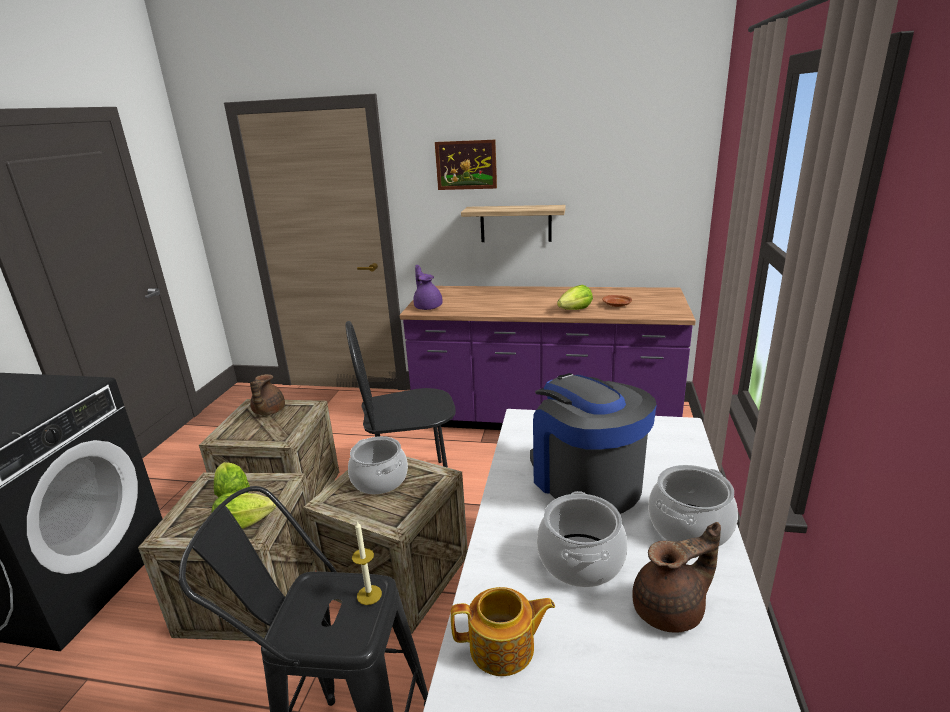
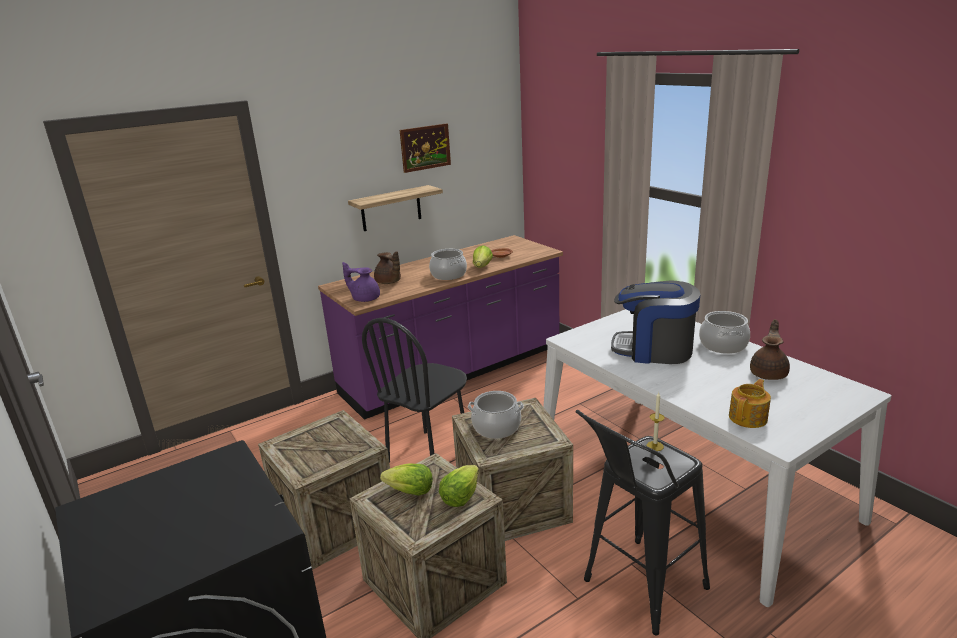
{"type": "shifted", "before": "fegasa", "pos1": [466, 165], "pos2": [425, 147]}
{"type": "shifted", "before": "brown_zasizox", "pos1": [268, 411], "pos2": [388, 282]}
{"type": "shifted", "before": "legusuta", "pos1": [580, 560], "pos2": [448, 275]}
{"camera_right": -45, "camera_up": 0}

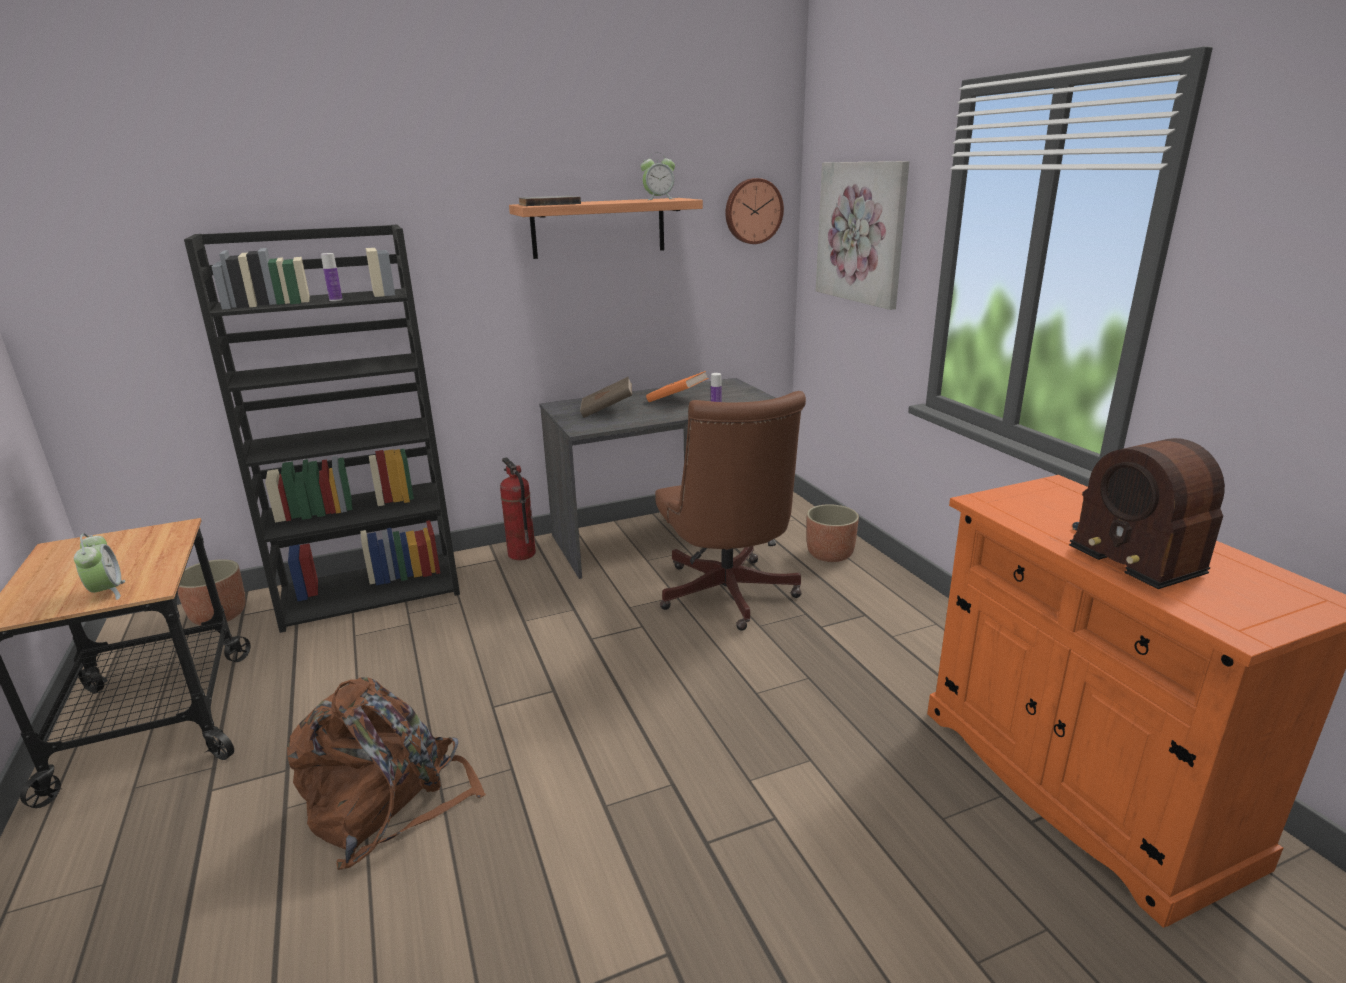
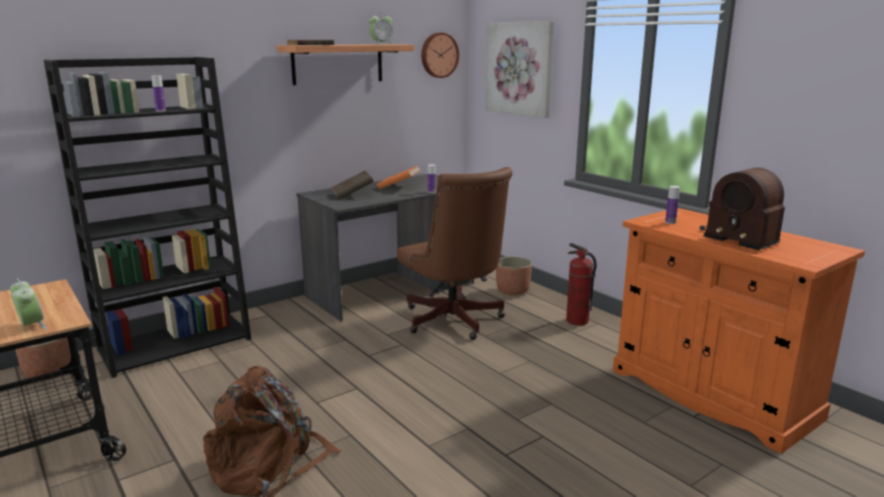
{"type": "shifted", "before": "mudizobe", "pos1": [521, 554], "pos2": [576, 321]}
{"type": "new", "after": "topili", "pos2": [670, 222]}
{"camera_right": -15, "camera_up": -5}

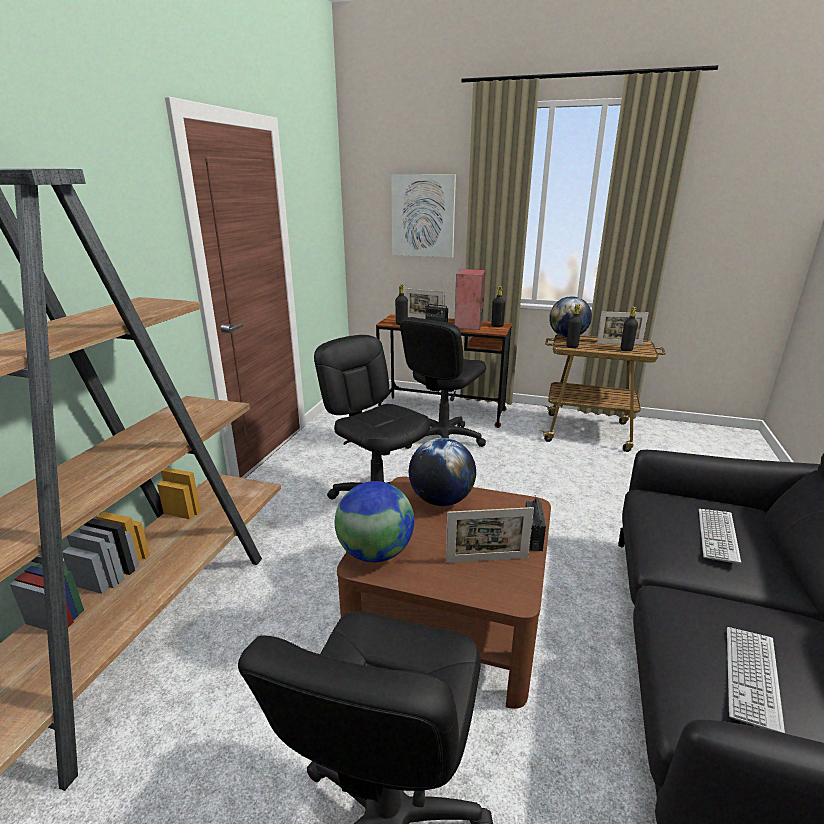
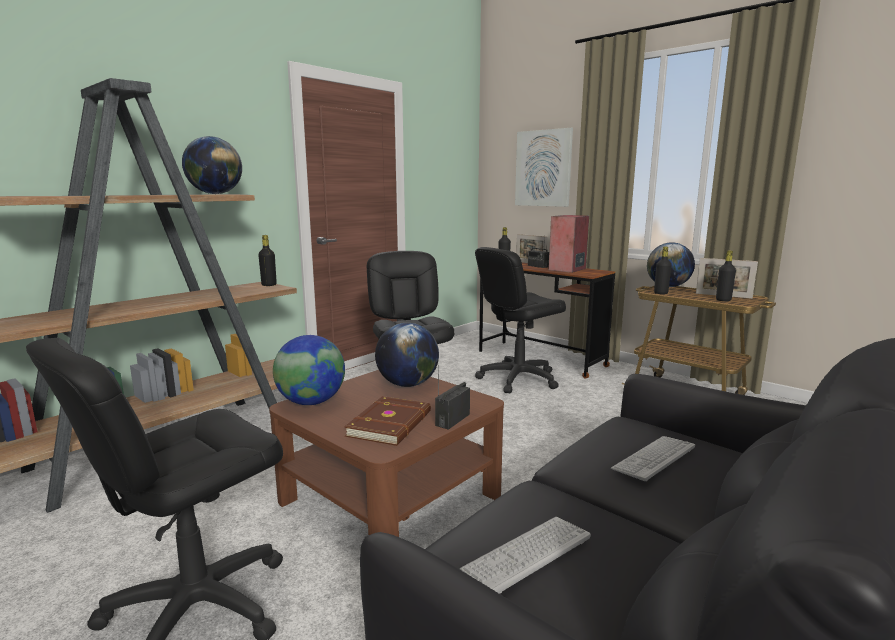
{"type": "shifted", "before": "black_topili", "pos1": [497, 326], "pos2": [269, 285]}
{"type": "swapped", "before": "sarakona", "after": "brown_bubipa", "pos1": [487, 560], "pos2": [391, 424]}
{"type": "new", "after": "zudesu", "pos2": [215, 194]}
{"camera_right": 25, "camera_up": -10}

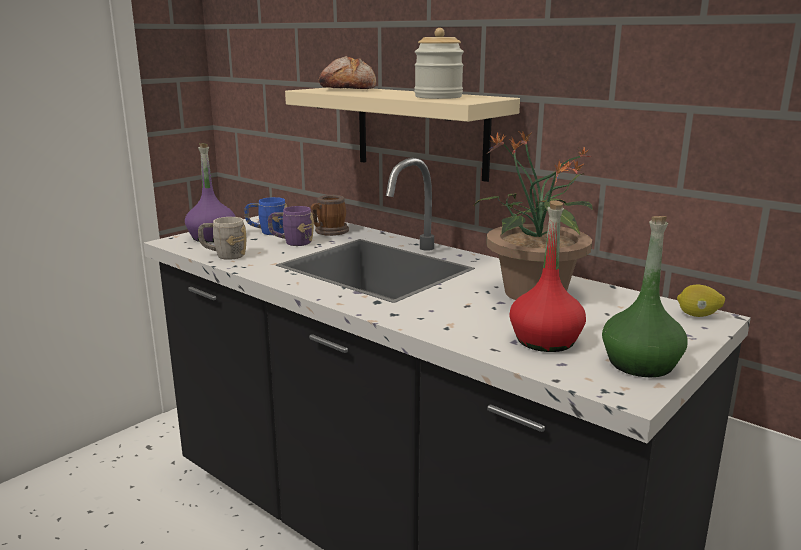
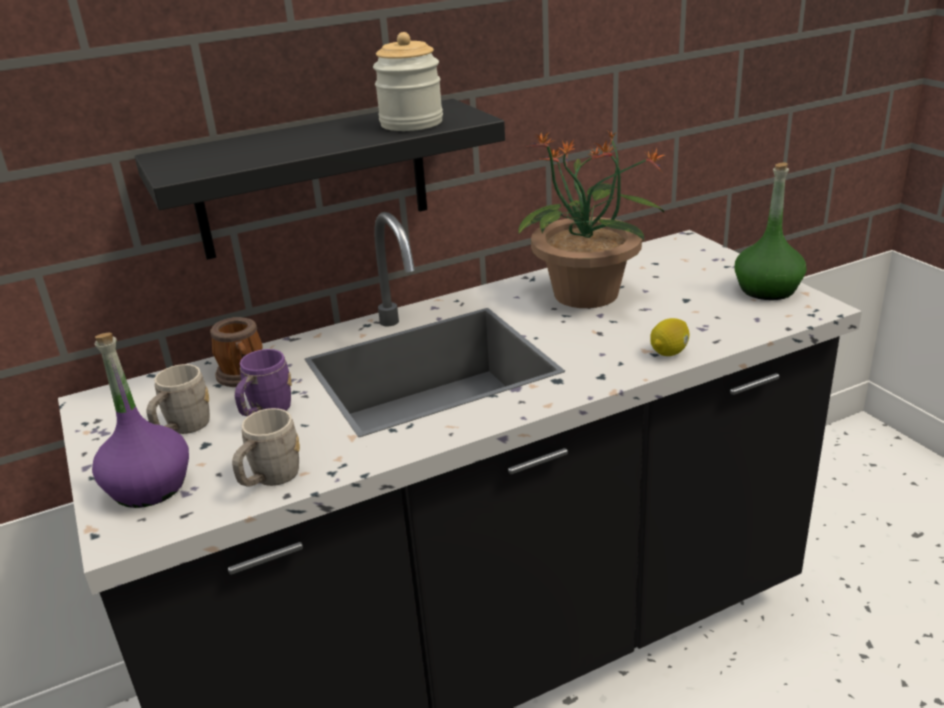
{"type": "gone", "before": "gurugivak", "pos1": [348, 89]}
{"type": "repainted", "before": "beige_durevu", "after": "black_durevu", "pos1": [421, 131], "pos2": [313, 180]}
{"type": "repainted", "before": "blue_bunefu", "after": "grey_bunefu", "pos1": [267, 232], "pos2": [183, 429]}
{"type": "gone", "before": "red_topili", "pos1": [545, 341]}
{"type": "shifted", "before": "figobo", "pos1": [698, 315], "pos2": [670, 352]}
{"camera_right": -65, "camera_up": 10}

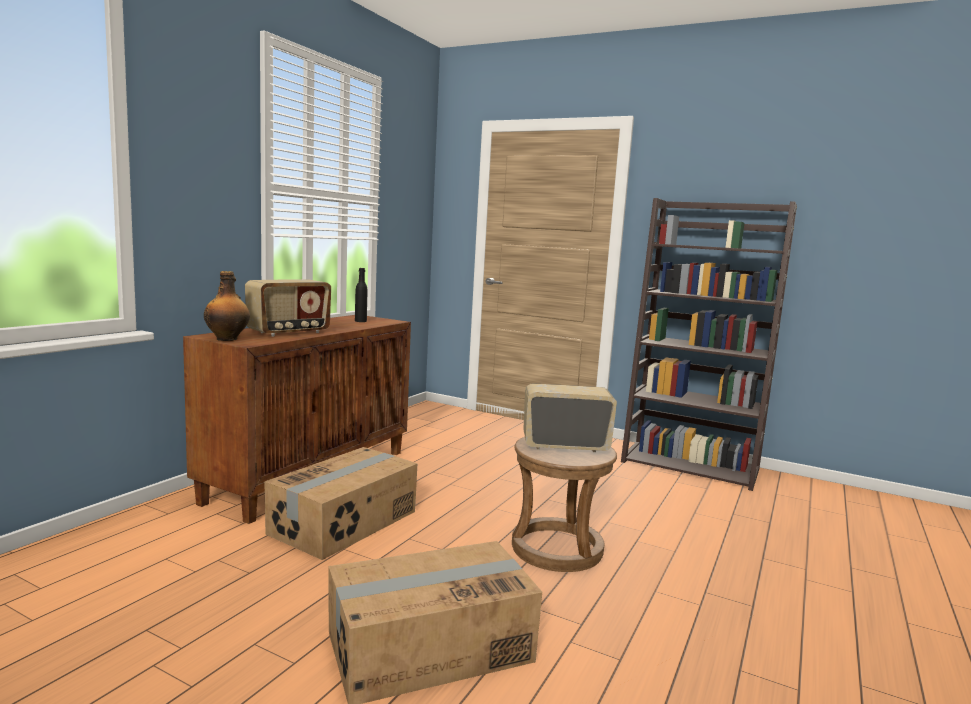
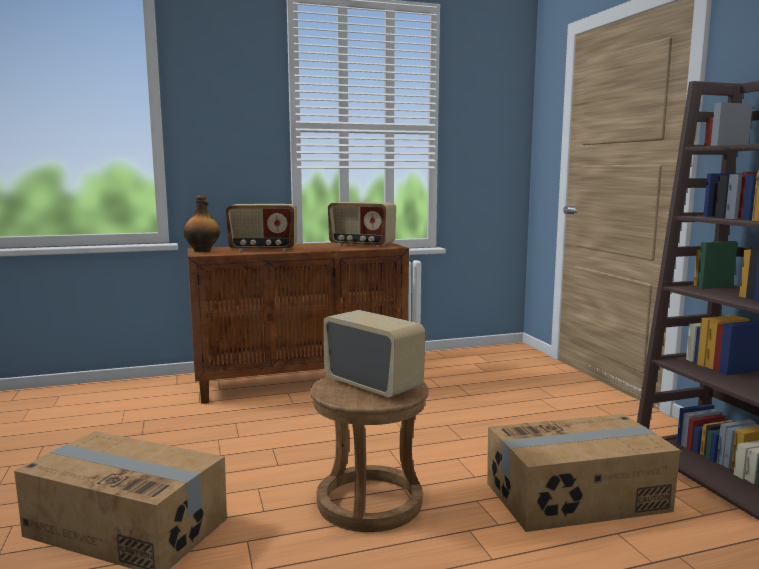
{"type": "swapped", "before": "black_topili", "after": "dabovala", "pos1": [360, 321], "pos2": [361, 245]}
{"type": "shifted", "before": "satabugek", "pos1": [345, 522], "pos2": [577, 497]}
{"camera_right": 45, "camera_up": 0}

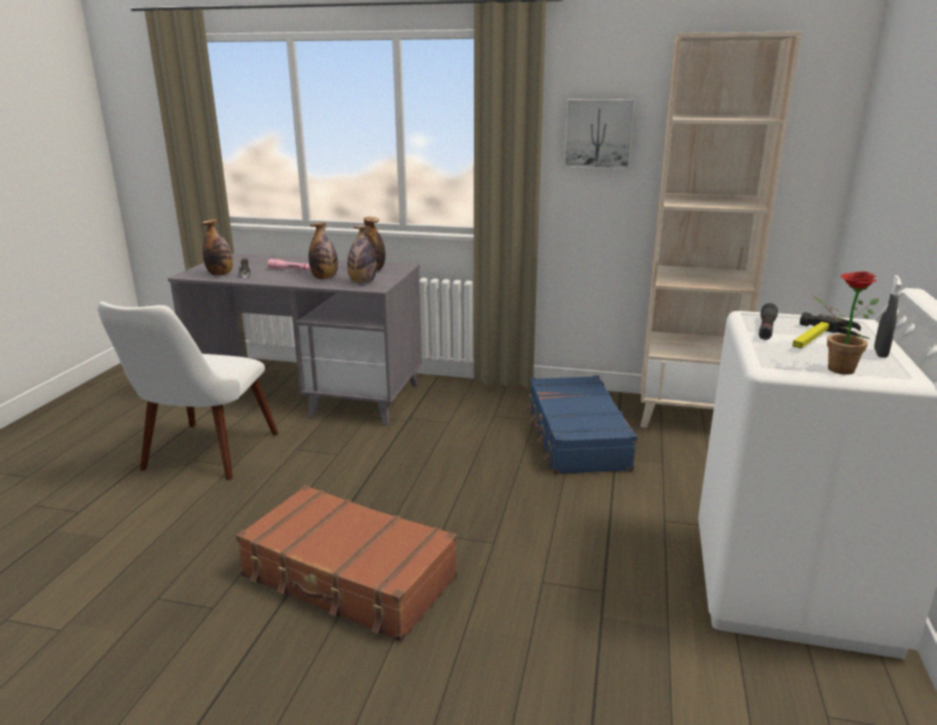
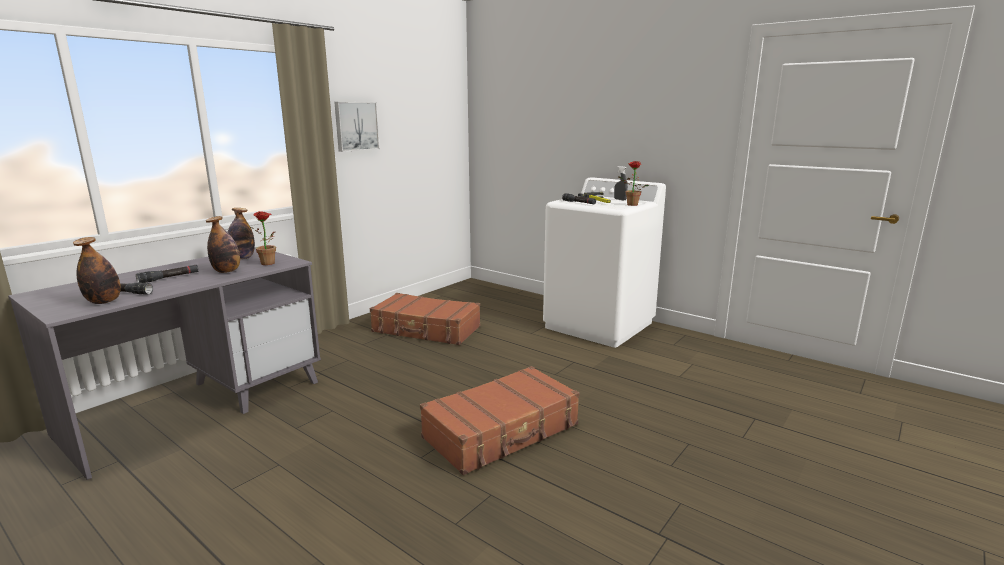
{"type": "gone", "before": "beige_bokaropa", "pos1": [685, 415]}
{"type": "swapped", "before": "topili", "after": "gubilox", "pos1": [363, 282], "pos2": [270, 263]}
{"type": "repainted", "before": "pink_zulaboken", "after": "black_zulaboken", "pos1": [291, 270], "pos2": [169, 278]}
{"type": "gone", "before": "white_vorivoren", "pos1": [202, 459]}
{"type": "repainted", "before": "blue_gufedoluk", "after": "brown_gufedoluk", "pos1": [575, 438], "pos2": [426, 330]}
{"camera_right": -65, "camera_up": -5}

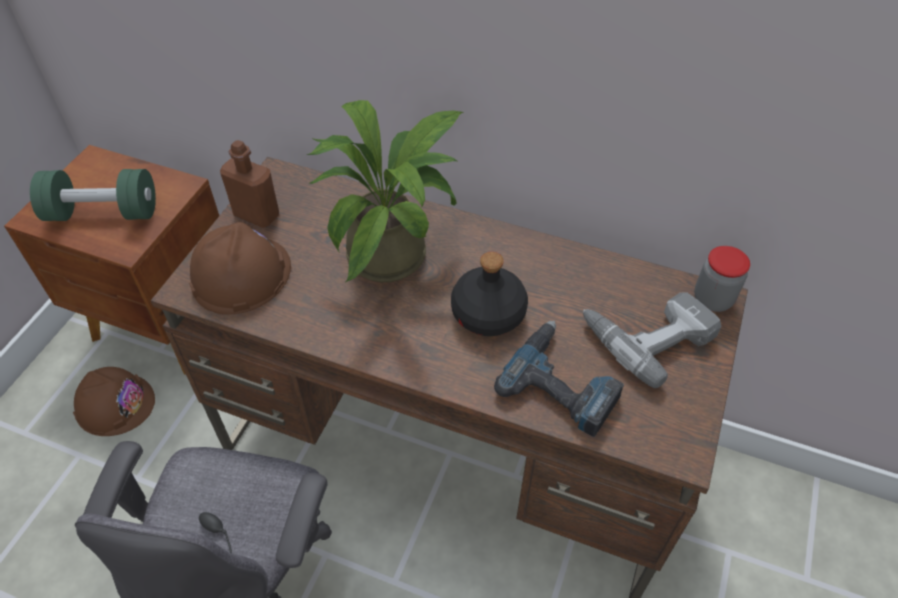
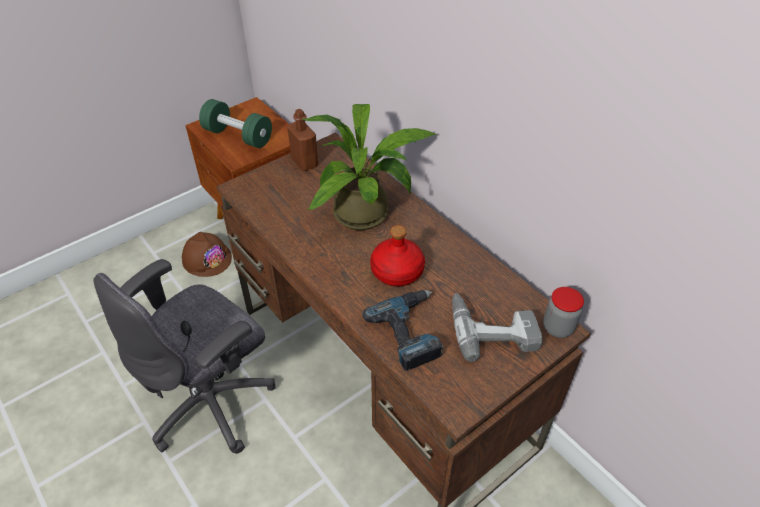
{"type": "gone", "before": "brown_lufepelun", "pos1": [240, 274]}
{"type": "repainted", "before": "black_topili", "after": "red_topili", "pos1": [487, 314], "pos2": [396, 271]}
{"camera_right": 30, "camera_up": -5}

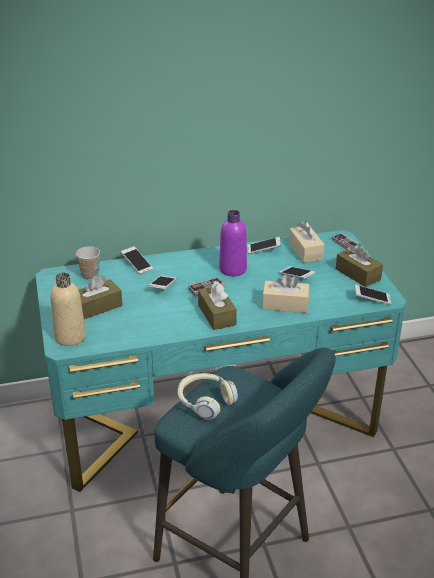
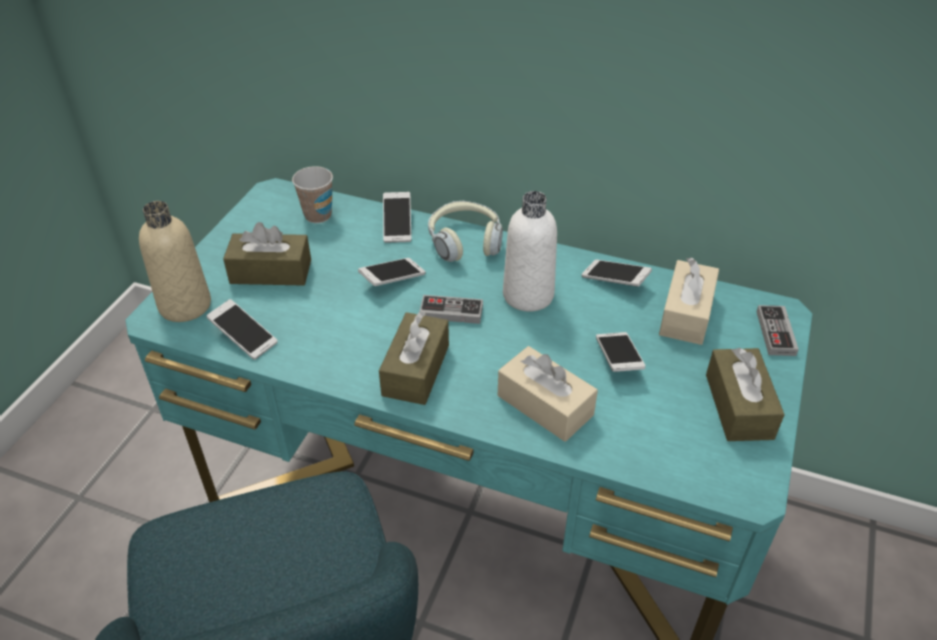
{"type": "repainted", "before": "purple_topili", "after": "white_topili", "pos1": [233, 269], "pos2": [528, 295]}
{"type": "shifted", "before": "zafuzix", "pos1": [371, 299], "pos2": [244, 337]}
{"type": "shifted", "before": "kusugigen", "pos1": [205, 401], "pos2": [465, 241]}
{"camera_right": 35, "camera_up": 10}

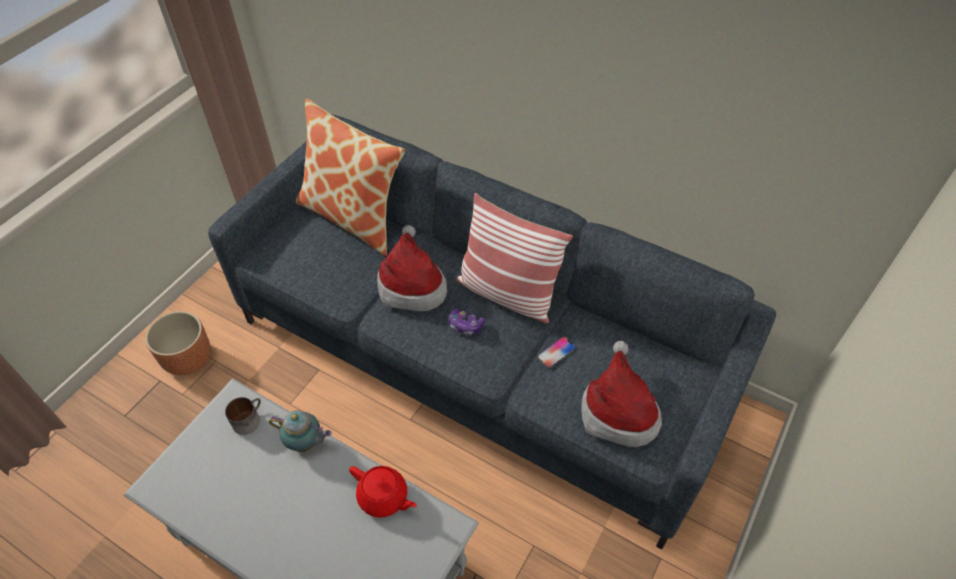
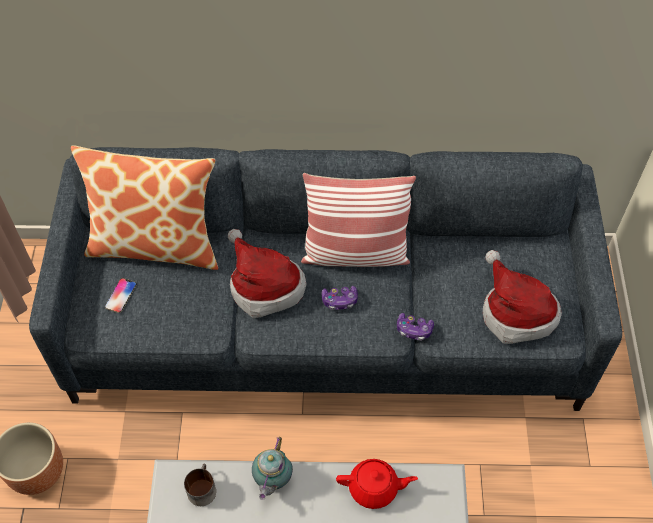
{"type": "shifted", "before": "zafuzix", "pos1": [556, 352], "pos2": [121, 296]}
{"type": "rotated", "before": "zasizox", "pos1": [306, 443], "pos2": [272, 480], "turn": 120}
{"type": "new", "after": "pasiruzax", "pos2": [414, 330]}
{"camera_right": -30, "camera_up": 5}

